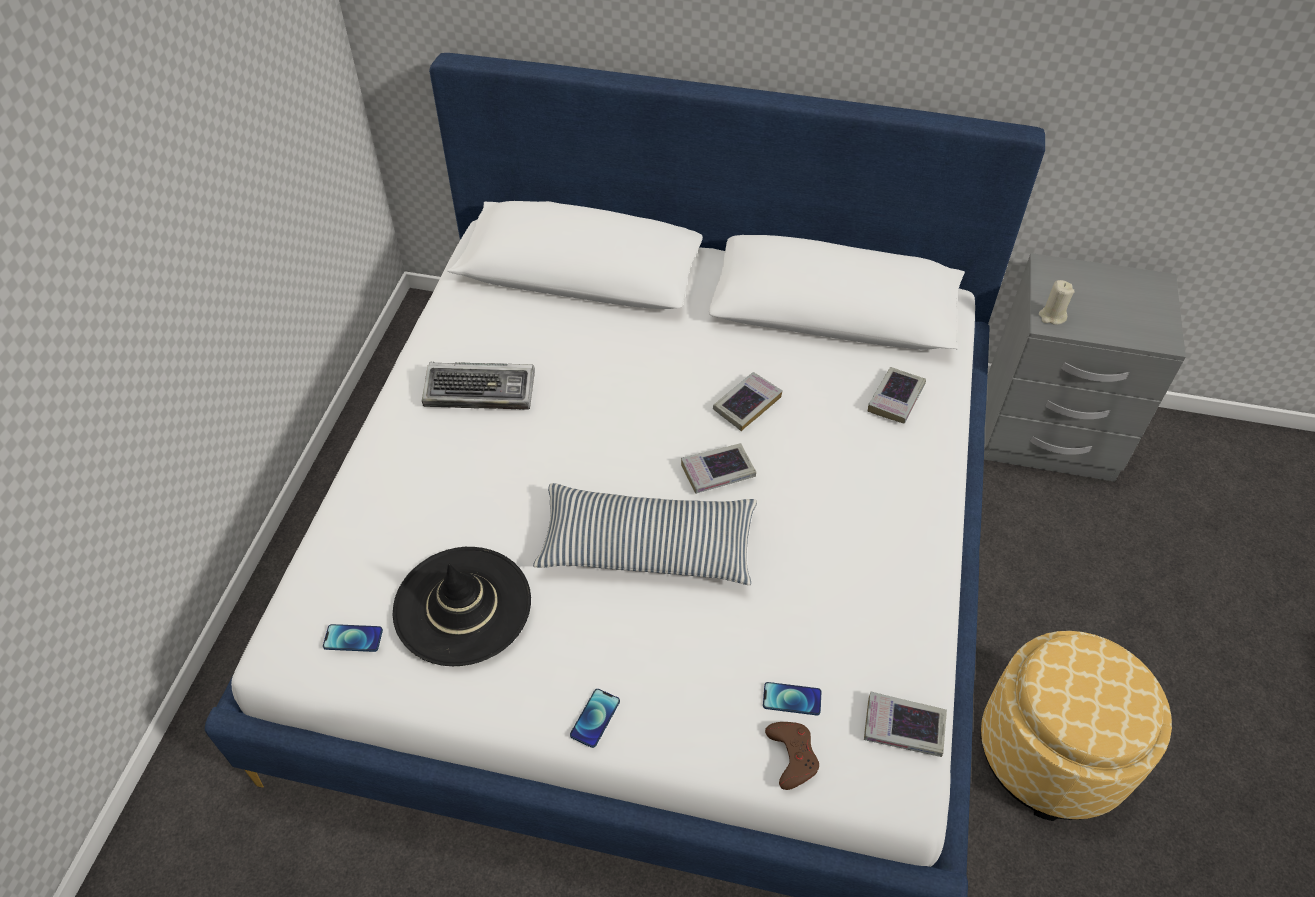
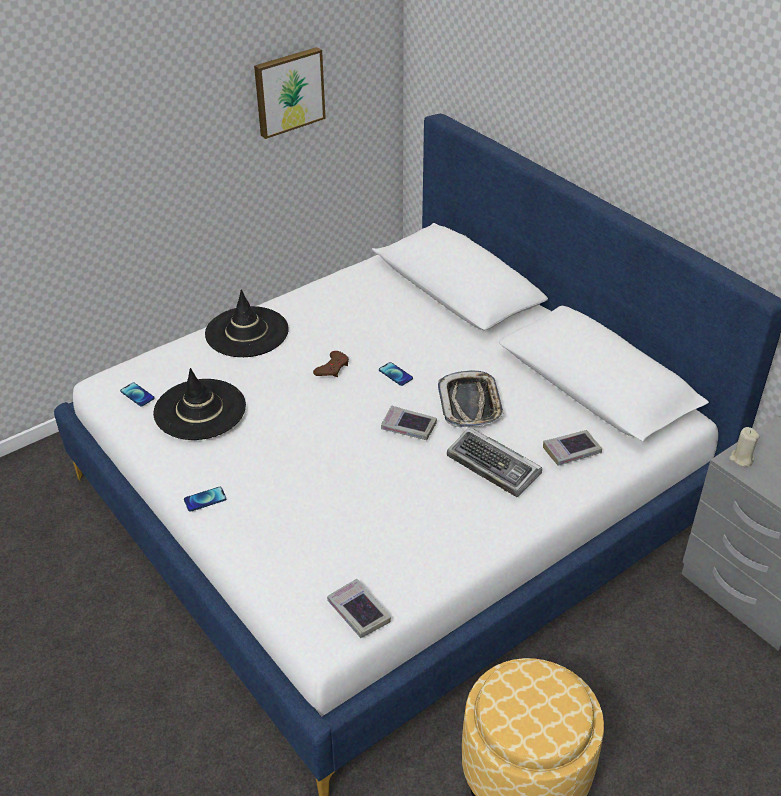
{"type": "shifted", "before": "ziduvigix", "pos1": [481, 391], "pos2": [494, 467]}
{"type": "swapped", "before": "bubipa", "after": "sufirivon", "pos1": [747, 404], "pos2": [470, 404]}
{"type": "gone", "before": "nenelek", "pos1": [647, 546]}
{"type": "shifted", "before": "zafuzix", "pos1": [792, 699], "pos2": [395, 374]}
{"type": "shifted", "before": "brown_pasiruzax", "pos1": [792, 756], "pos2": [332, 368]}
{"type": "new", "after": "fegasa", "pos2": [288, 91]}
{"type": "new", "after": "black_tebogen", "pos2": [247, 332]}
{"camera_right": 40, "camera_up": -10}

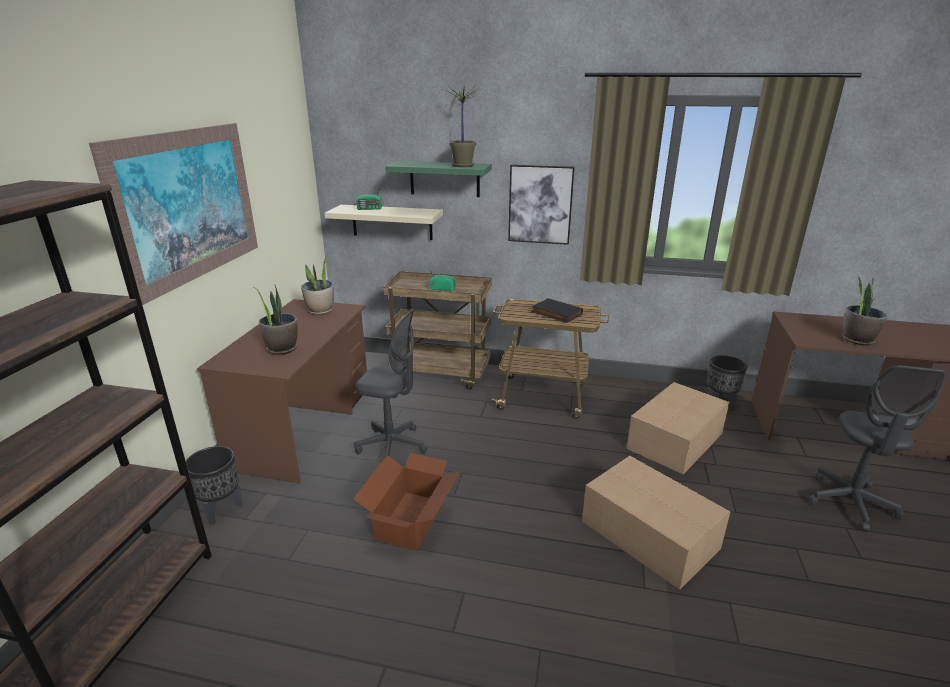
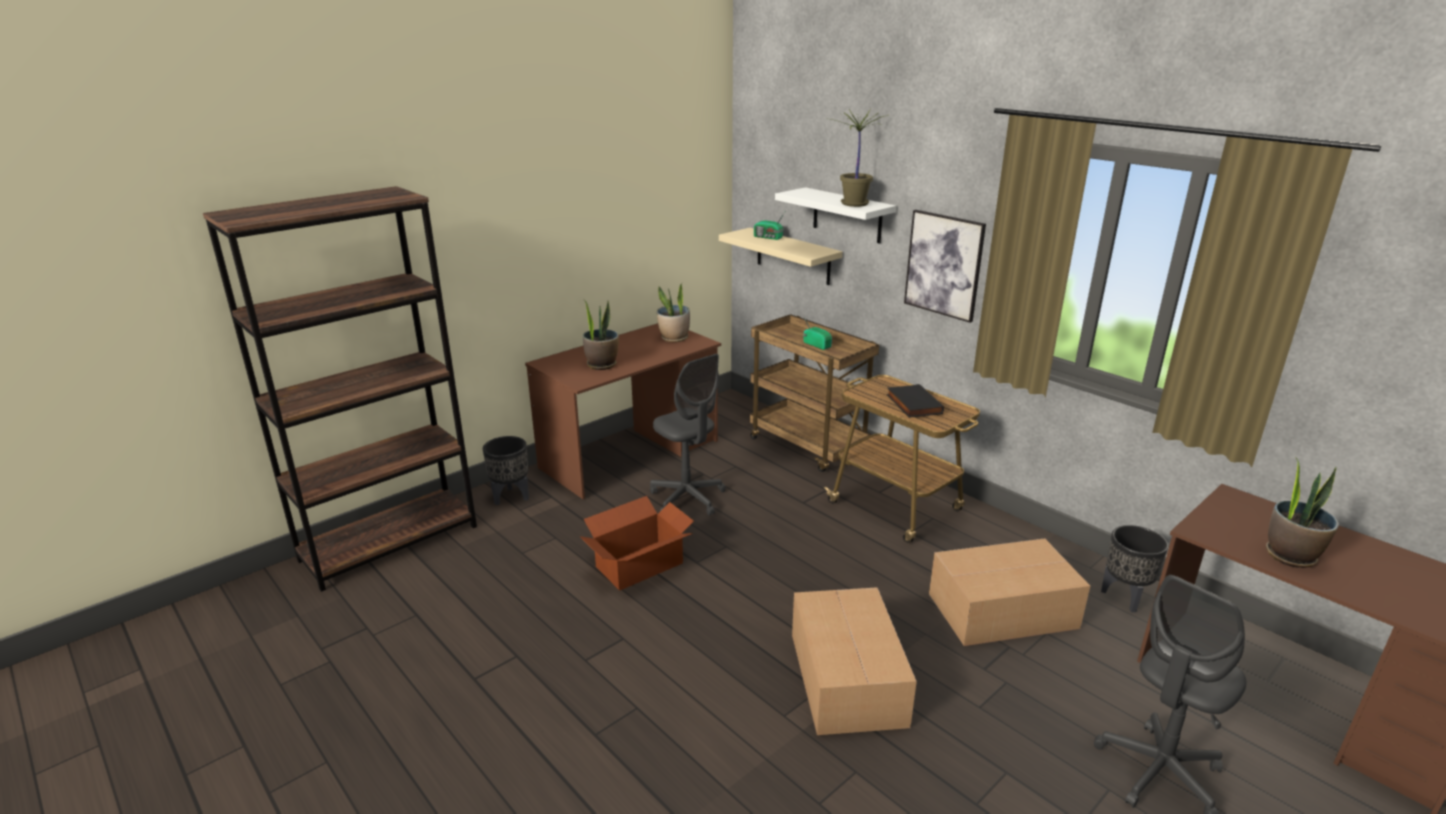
{"type": "gone", "before": "fegasa", "pos1": [189, 206]}
{"type": "repainted", "before": "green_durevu", "after": "white_durevu", "pos1": [444, 179], "pos2": [847, 215]}
{"camera_right": 35, "camera_up": 0}

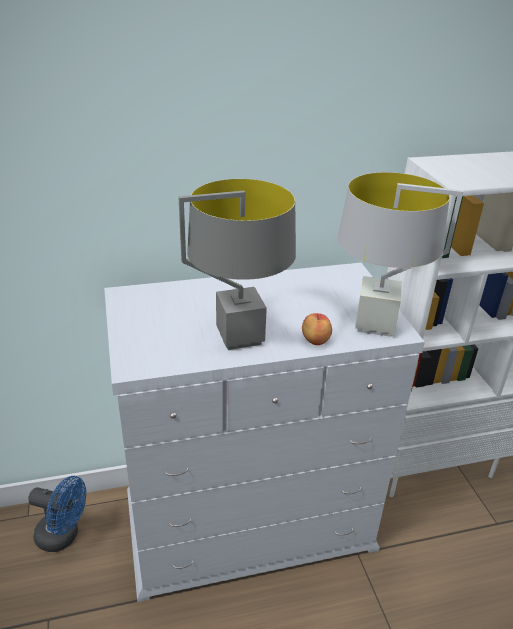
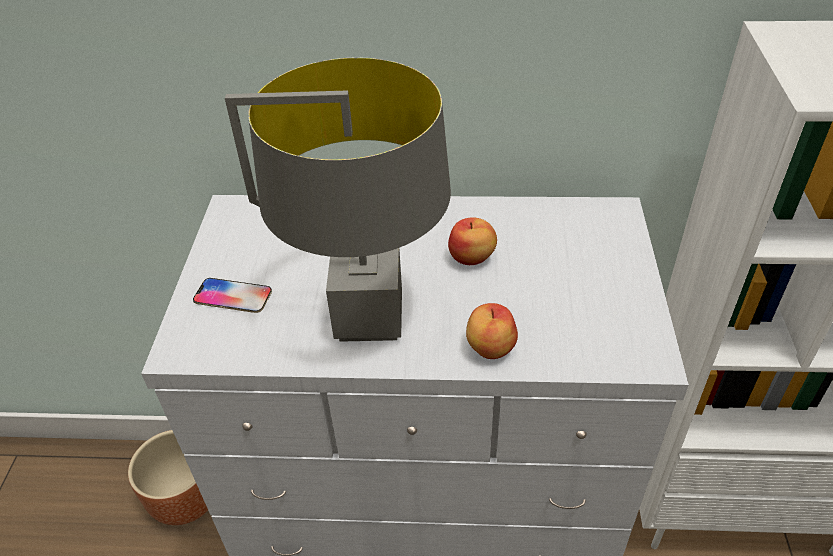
{"type": "gone", "before": "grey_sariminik", "pos1": [375, 325]}
{"type": "swapped", "before": "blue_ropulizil", "after": "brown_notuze", "pos1": [63, 536], "pos2": [186, 498]}
{"type": "new", "after": "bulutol", "pos2": [472, 258]}
{"type": "new", "after": "zafuzix", "pos2": [233, 296]}
{"camera_right": 20, "camera_up": 10}

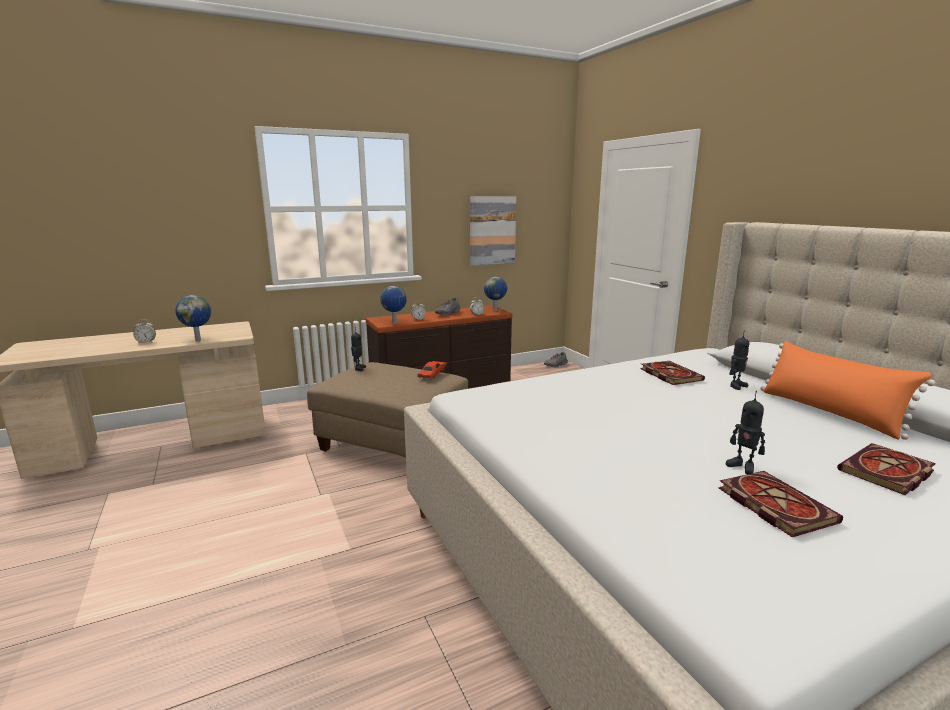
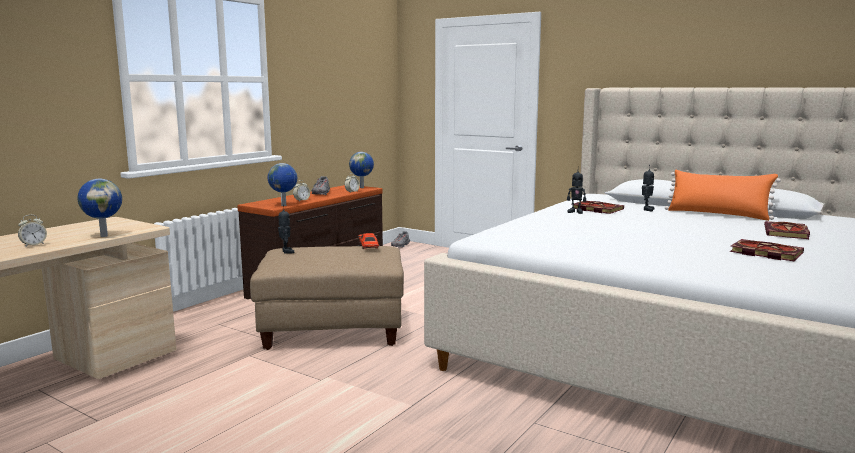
{"type": "gone", "before": "fegasa", "pos1": [492, 230]}
{"type": "shifted", "before": "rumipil", "pos1": [742, 466], "pos2": [575, 212]}
{"camera_right": -30, "camera_up": -5}

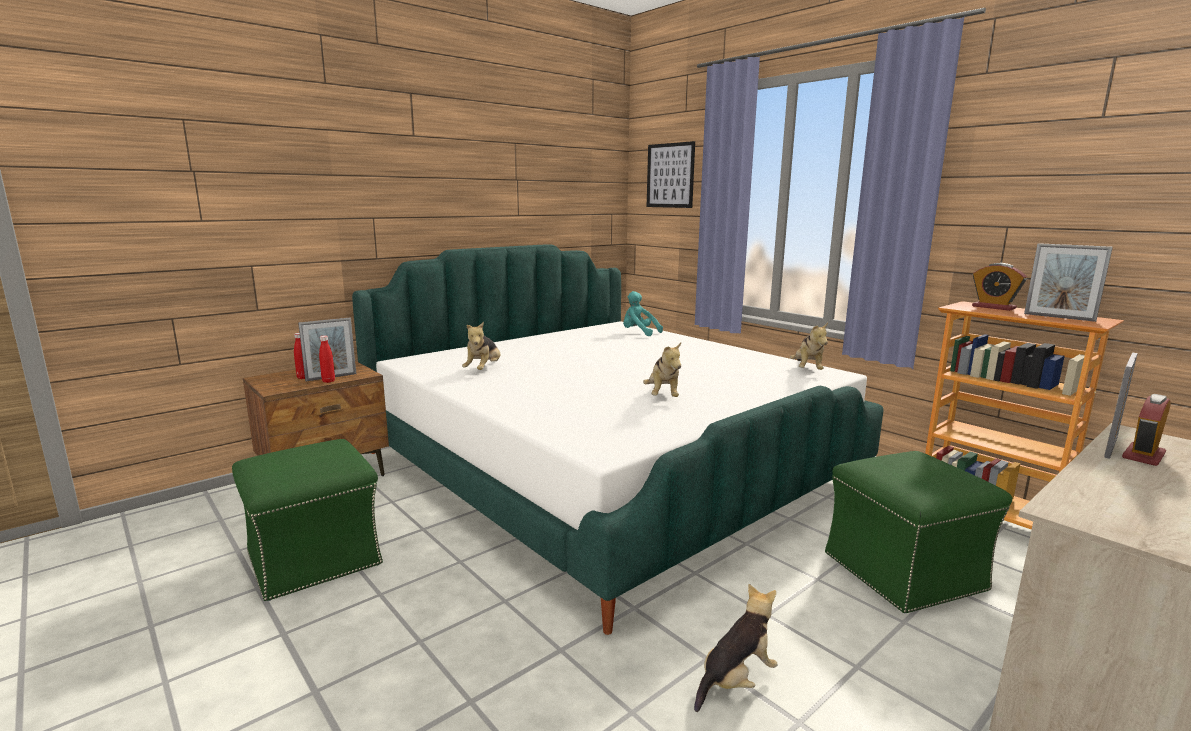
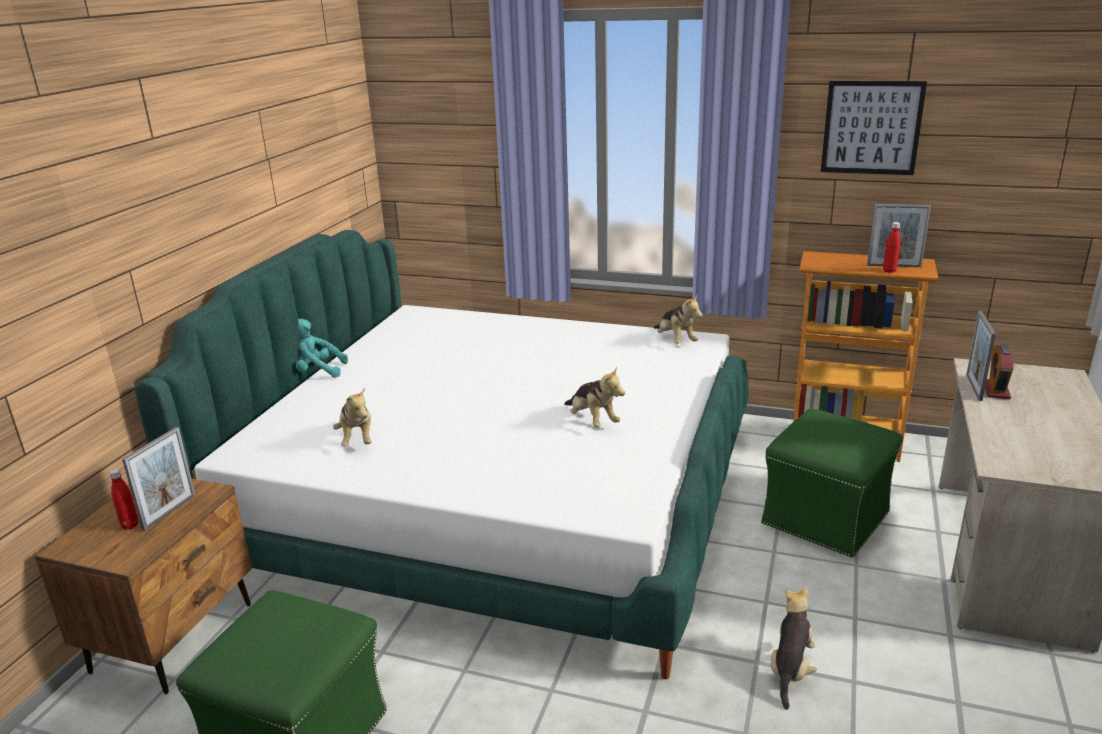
{"type": "shifted", "before": "fegasa", "pos1": [670, 175], "pos2": [871, 127]}
{"type": "gone", "before": "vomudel", "pos1": [993, 307]}
{"type": "shifted", "before": "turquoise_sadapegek", "pos1": [639, 333], "pos2": [317, 372]}
{"type": "shifted", "before": "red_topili", "pos1": [328, 381], "pos2": [889, 271]}
{"camera_right": -30, "camera_up": 10}

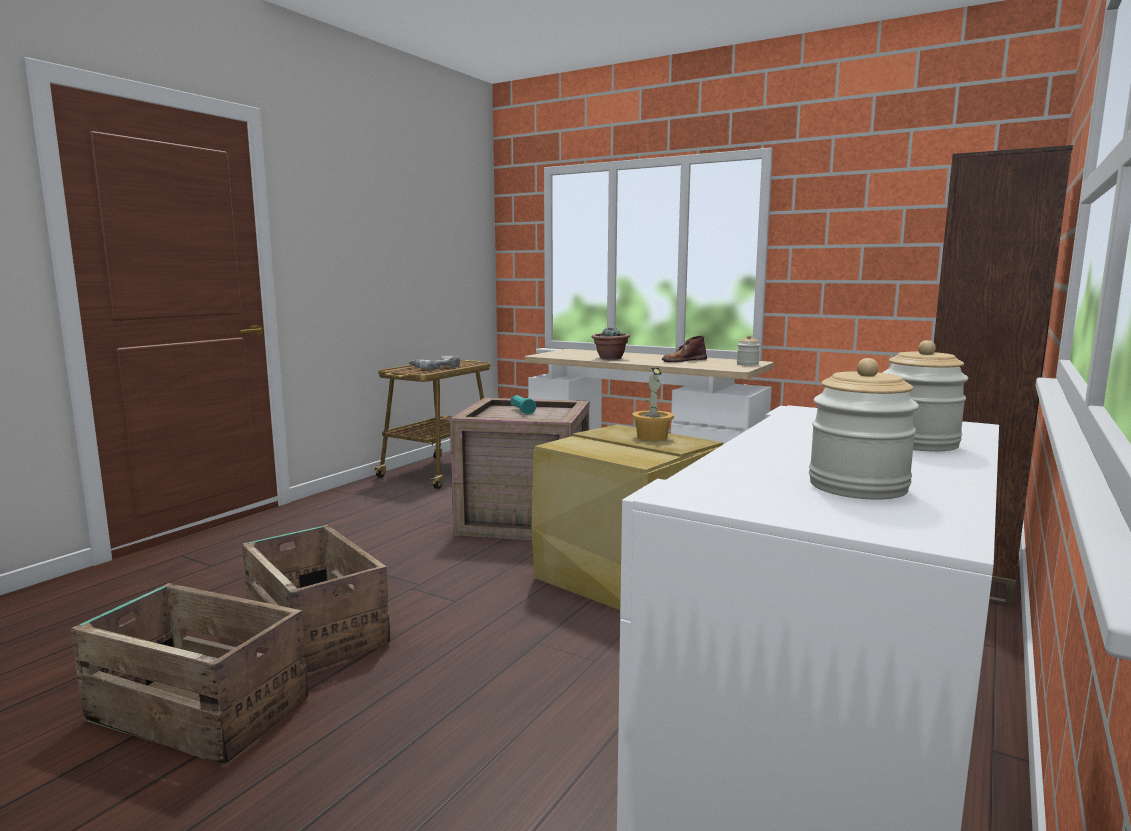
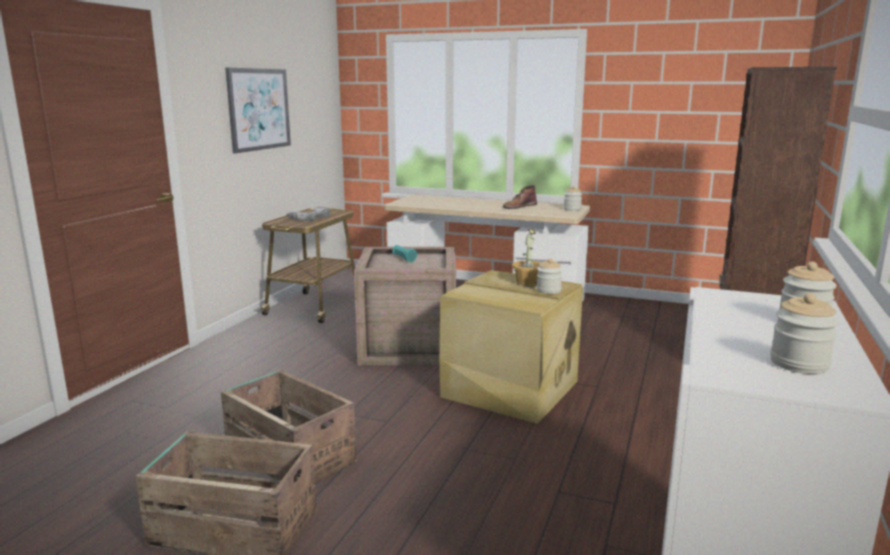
{"type": "gone", "before": "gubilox", "pos1": [610, 358]}
{"type": "new", "after": "fegasa", "pos2": [259, 109]}
{"type": "new", "after": "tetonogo", "pos2": [548, 290]}
{"camera_right": -10, "camera_up": 5}

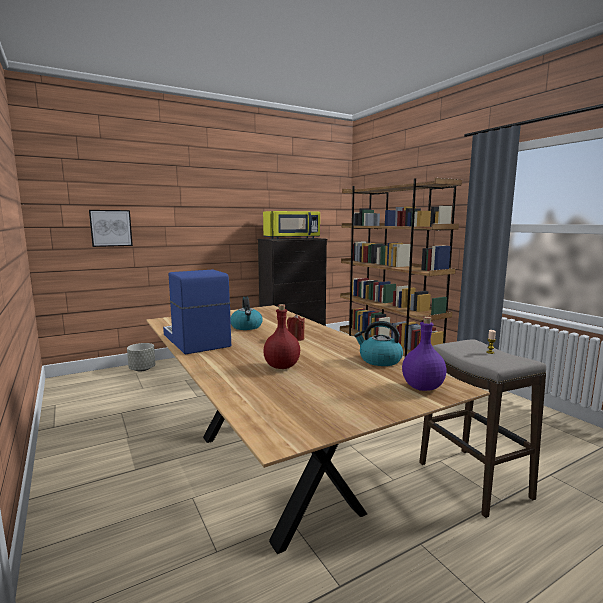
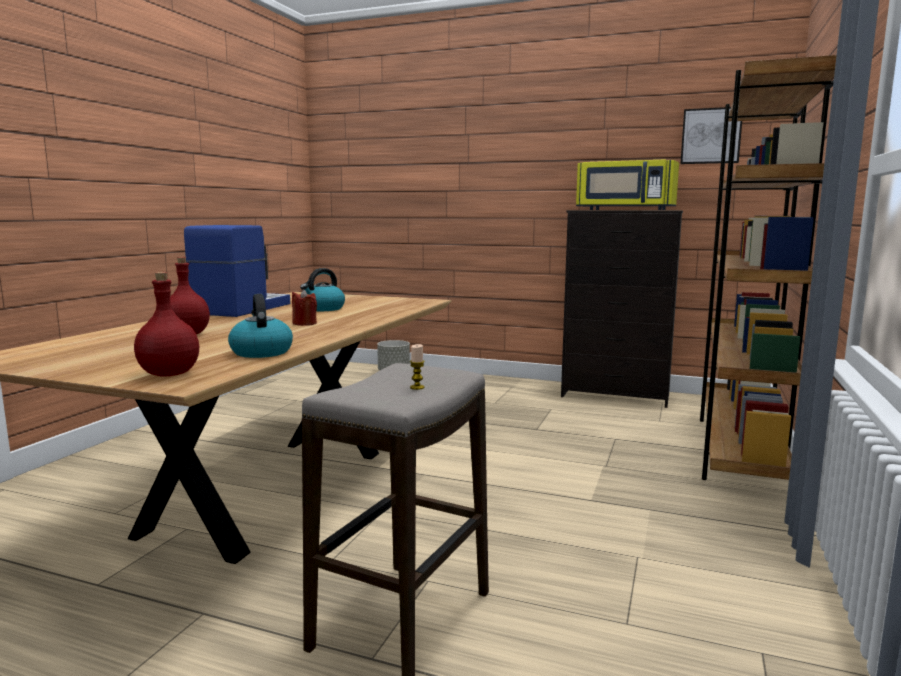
{"type": "shifted", "before": "fegasa", "pos1": [111, 228], "pos2": [711, 136]}
{"type": "repainted", "before": "purple_topili", "after": "red_topili", "pos1": [423, 387], "pos2": [169, 374]}
{"camera_right": 50, "camera_up": 0}

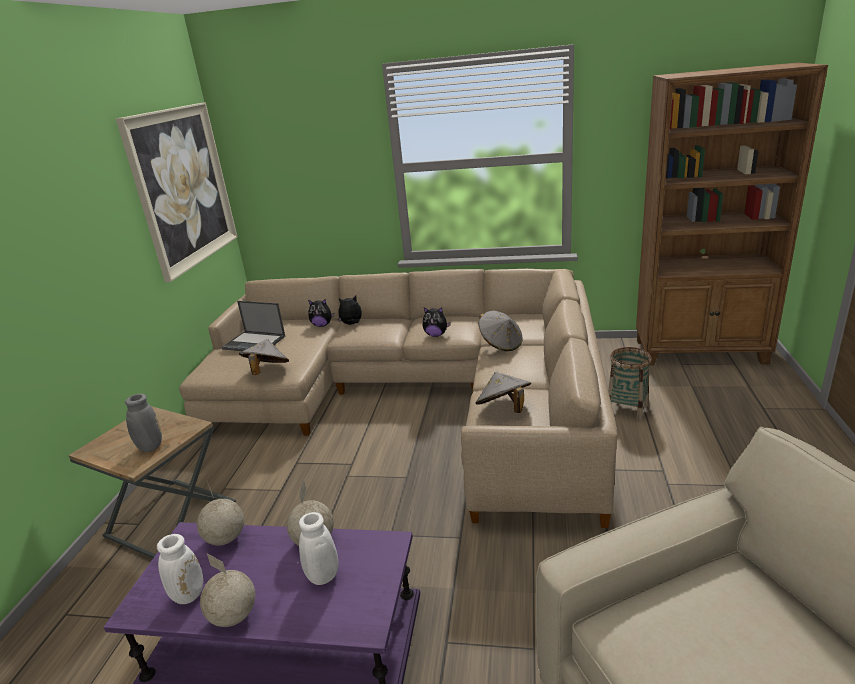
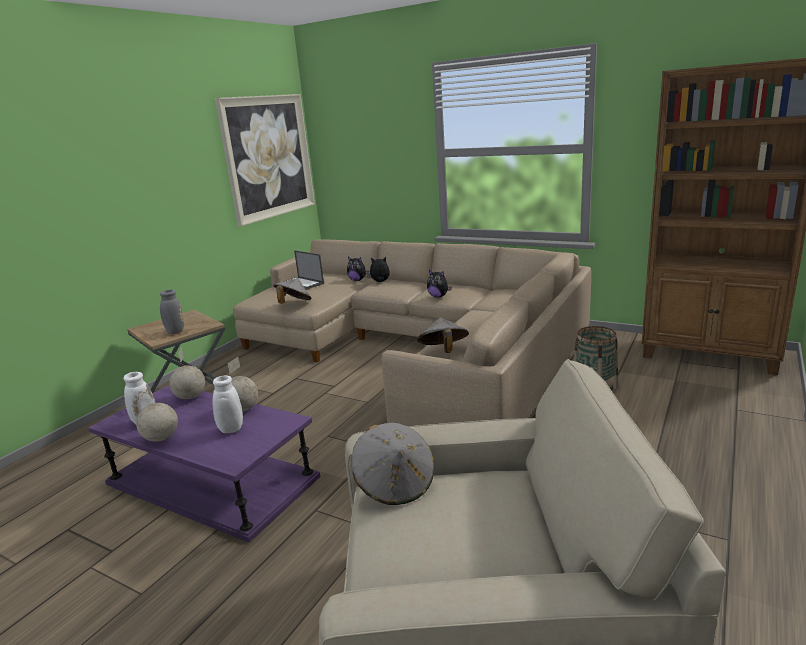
{"type": "shifted", "before": "grey_tebogen", "pos1": [501, 344], "pos2": [395, 484]}
{"camera_right": 20, "camera_up": -5}

